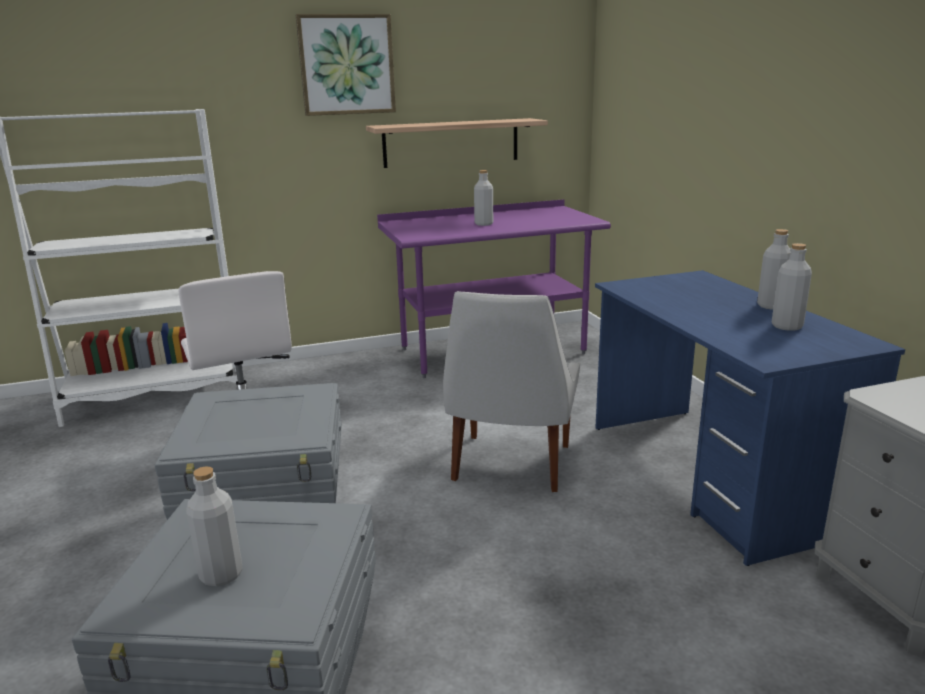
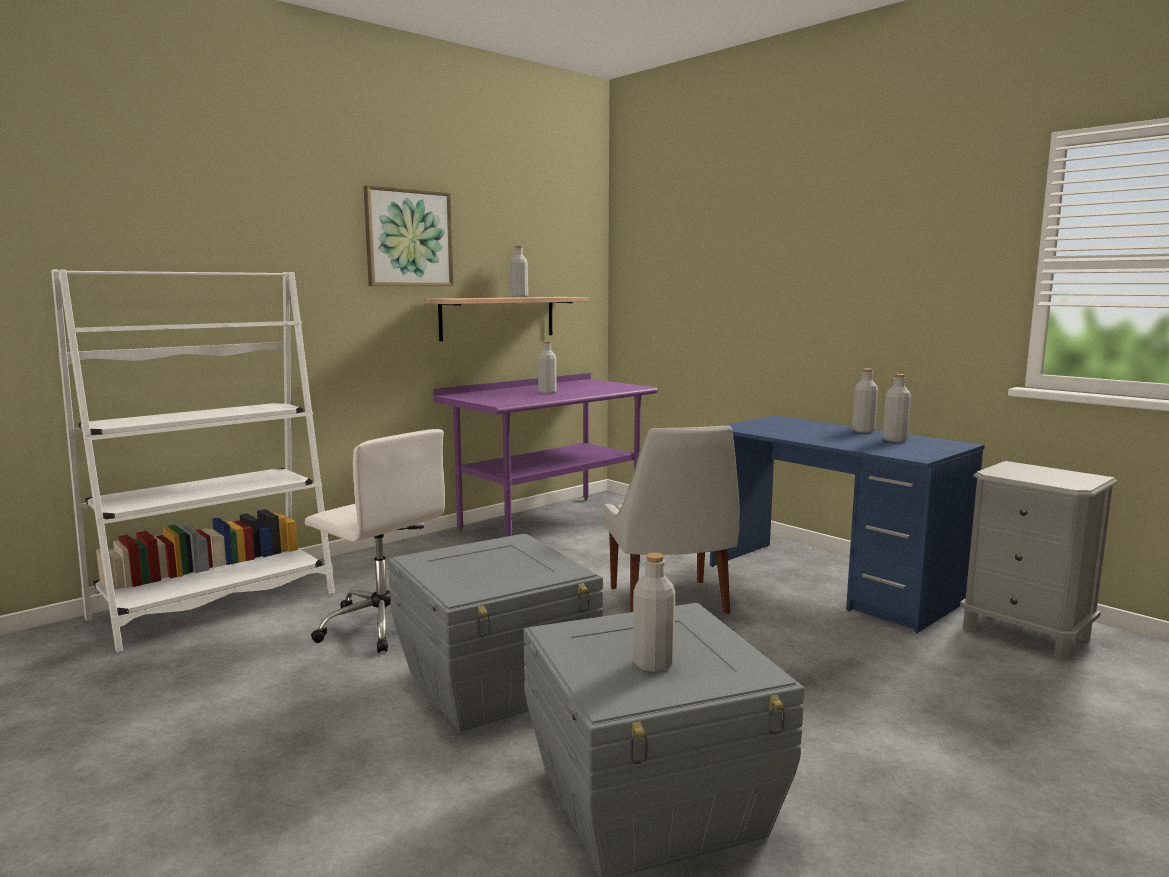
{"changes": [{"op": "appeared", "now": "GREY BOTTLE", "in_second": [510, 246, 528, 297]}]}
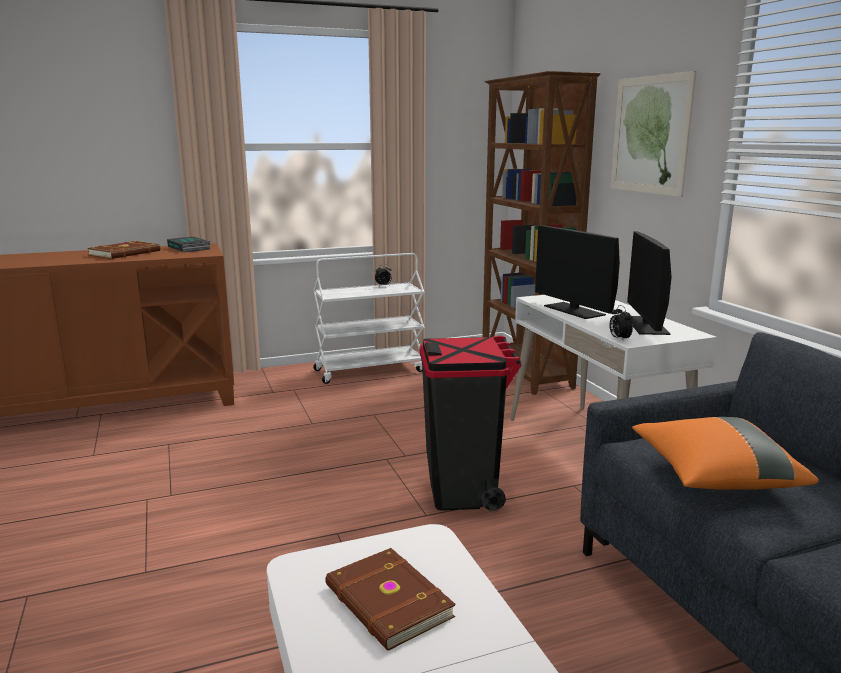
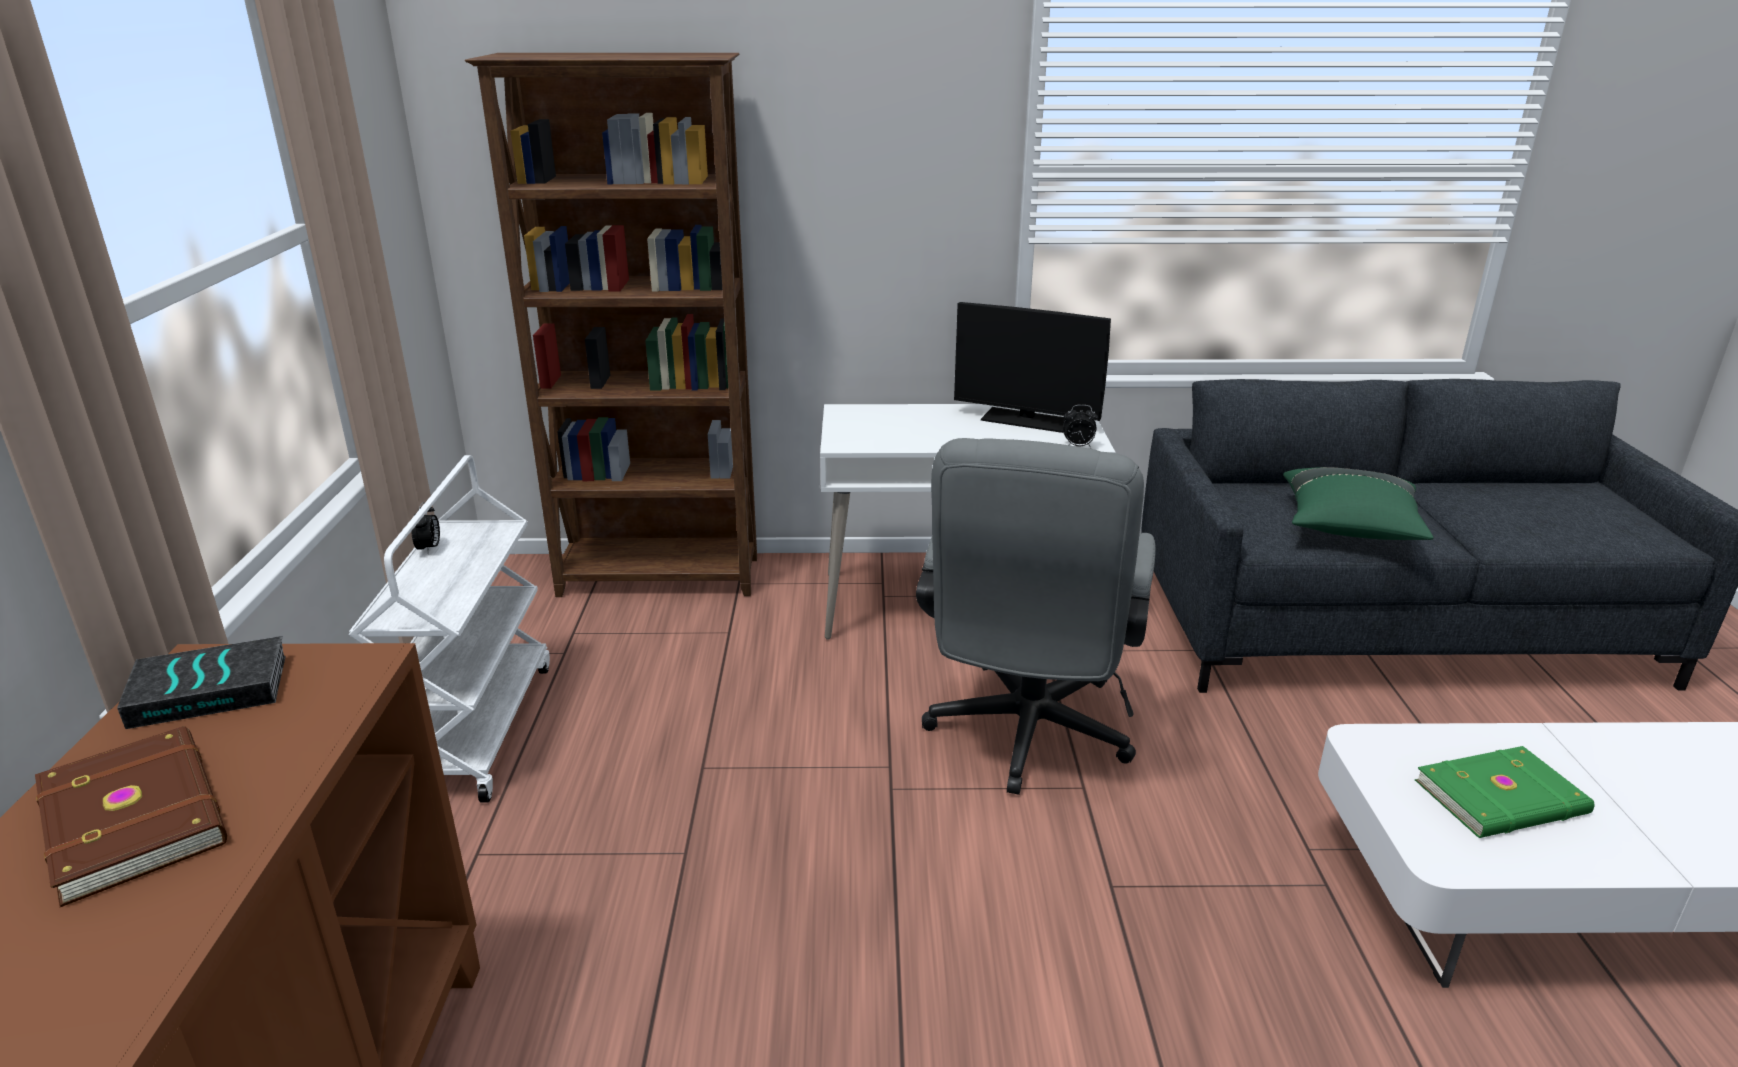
{"changes": [{"op": "missing", "was": "PICTURE", "in_first": [610, 71, 697, 197]}, {"op": "missing", "was": "MONITOR", "in_first": [535, 225, 620, 319]}, {"op": "exchanged", "was": "BLACK TRASH CAN", "now": "GREY OFFICE CHAIR", "in_first": [419, 336, 522, 511], "in_second": [916, 438, 1156, 795]}, {"op": "colour", "was": "ORANGE PILLOW", "now": "GREEN PILLOW", "in_first": [632, 417, 819, 490], "in_second": [1283, 467, 1434, 540]}, {"op": "colour", "was": "BROWN BOOK", "now": "GREEN BOOK", "in_first": [325, 548, 456, 651], "in_second": [1415, 746, 1594, 838]}]}
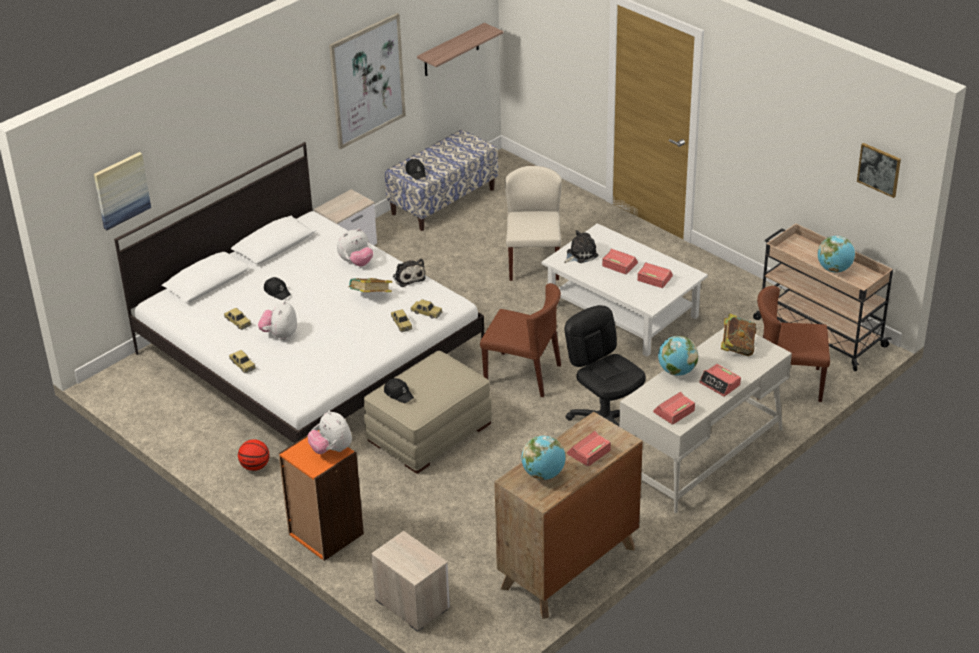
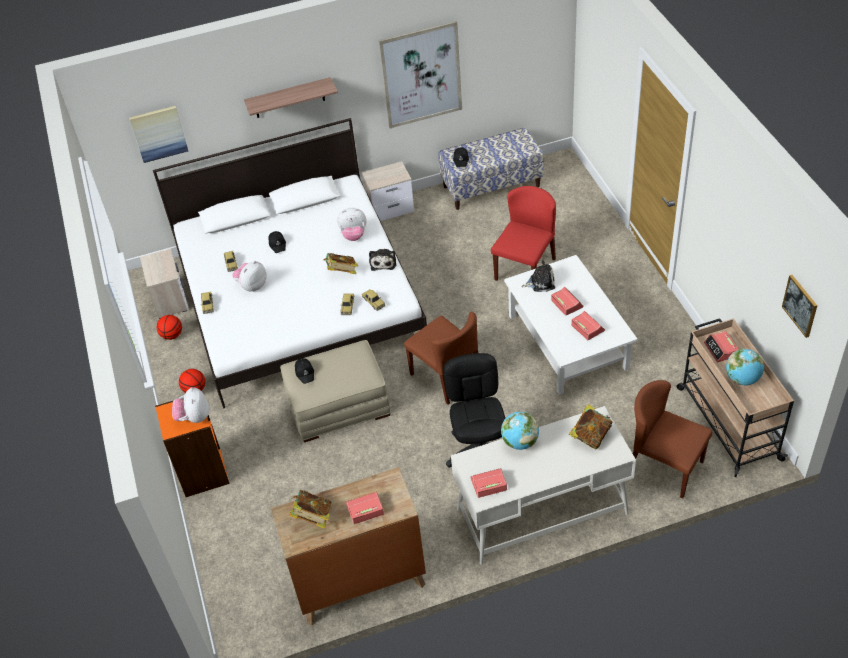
{"changes": [{"op": "relocated", "was": "SHELF", "in_first": [417, 23, 504, 76], "in_second": [244, 77, 338, 118]}, {"op": "colour", "was": "BEIGE CHAIR", "now": "RED CHAIR", "in_first": [505, 166, 562, 281], "in_second": [491, 186, 556, 281]}, {"op": "relocated", "was": "ALARM CLOCK", "in_first": [699, 364, 741, 397], "in_second": [704, 331, 739, 362]}, {"op": "exchanged", "was": "GLOBE", "now": "BOOK", "in_first": [521, 436, 565, 480], "in_second": [289, 490, 332, 529]}, {"op": "relocated", "was": "NIGHTSTAND", "in_first": [371, 531, 450, 632], "in_second": [140, 249, 189, 319]}, {"op": "appeared", "now": "BASKETBALL", "in_second": [157, 315, 182, 340]}]}
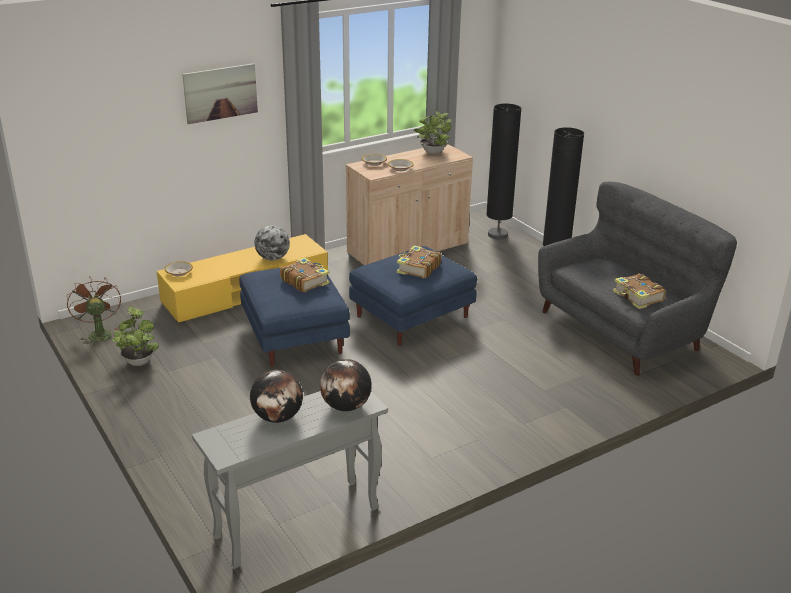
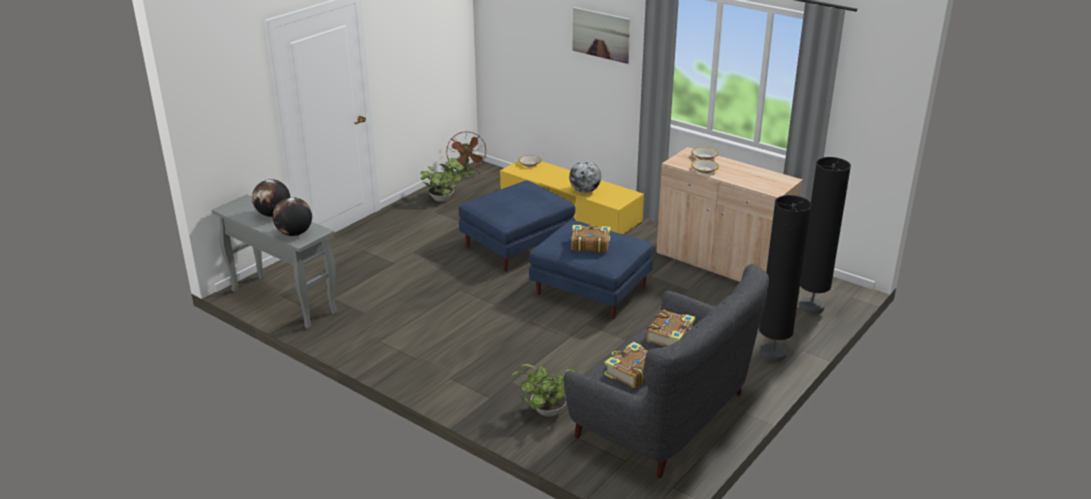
{"changes": [{"op": "relocated", "was": "POTTED PLANT", "in_first": [414, 111, 452, 154], "in_second": [511, 364, 578, 417]}, {"op": "relocated", "was": "BOOK", "in_first": [280, 257, 330, 292], "in_second": [646, 310, 696, 346]}, {"op": "spun", "was": "BROWN FAN", "in_first": [67, 278, 121, 346], "in_second": [446, 131, 486, 178], "clockwise": 120}]}
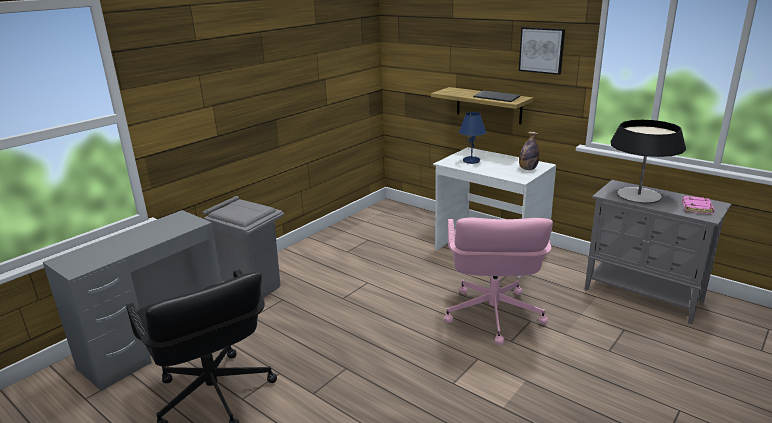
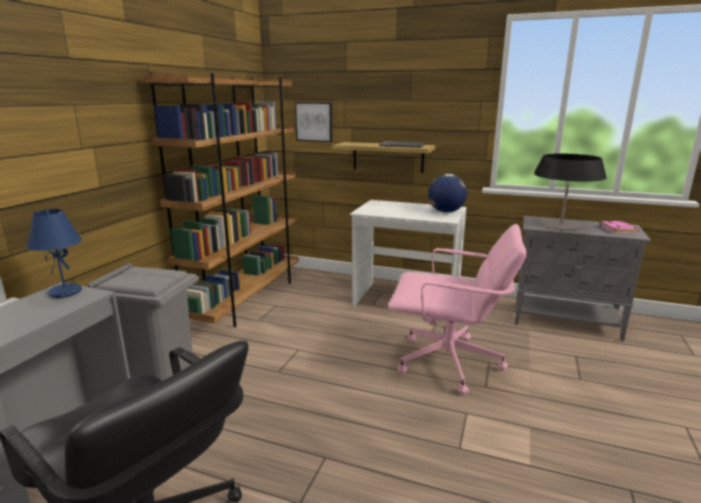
{"changes": [{"op": "relocated", "was": "PICTURE", "in_first": [519, 27, 565, 75], "in_second": [295, 102, 332, 142]}, {"op": "relocated", "was": "BLUE TABLE LAMP", "in_first": [459, 112, 486, 164], "in_second": [26, 209, 82, 298]}, {"op": "exchanged", "was": "BOTTLE", "now": "GLOBE", "in_first": [519, 132, 539, 170], "in_second": [428, 174, 467, 213]}, {"op": "spun", "was": "PINK OFFICE CHAIR", "in_first": [444, 217, 553, 345], "in_second": [388, 224, 527, 394], "clockwise": -60}, {"op": "appeared", "now": "BROWN BOOKCASE", "in_second": [143, 73, 299, 327]}]}
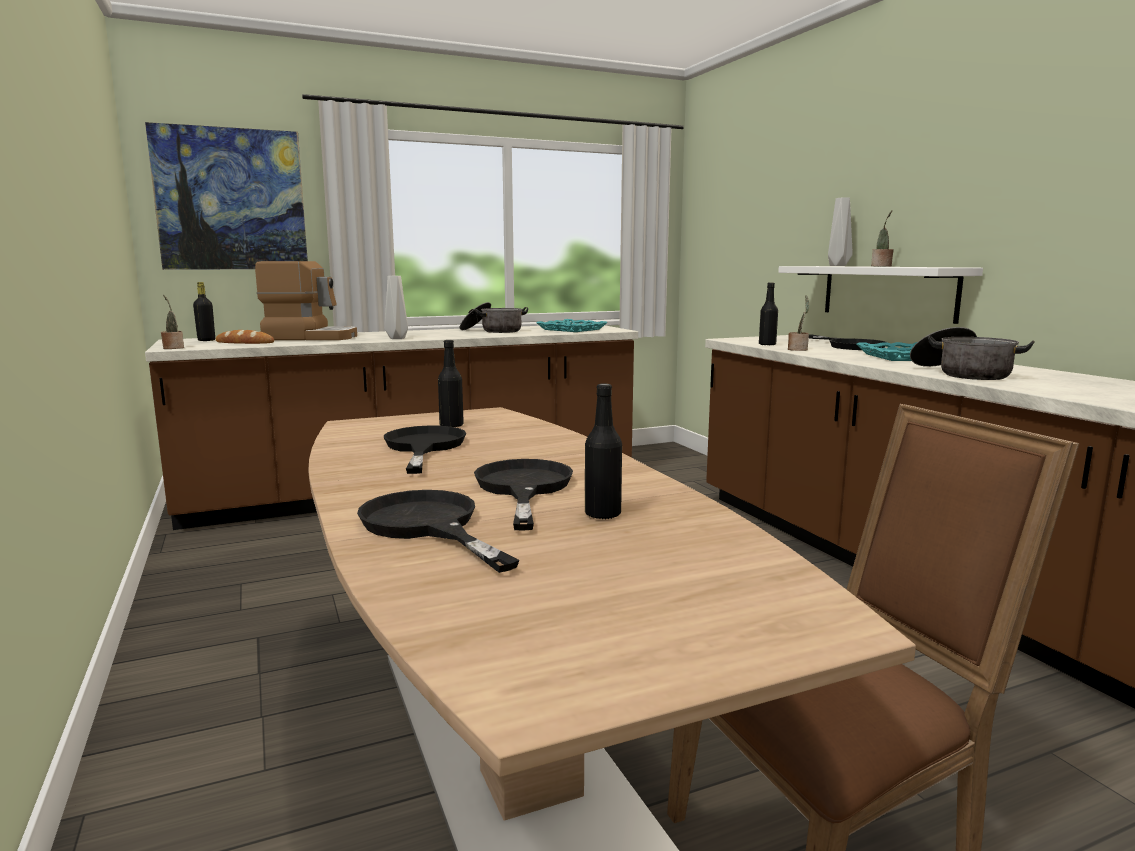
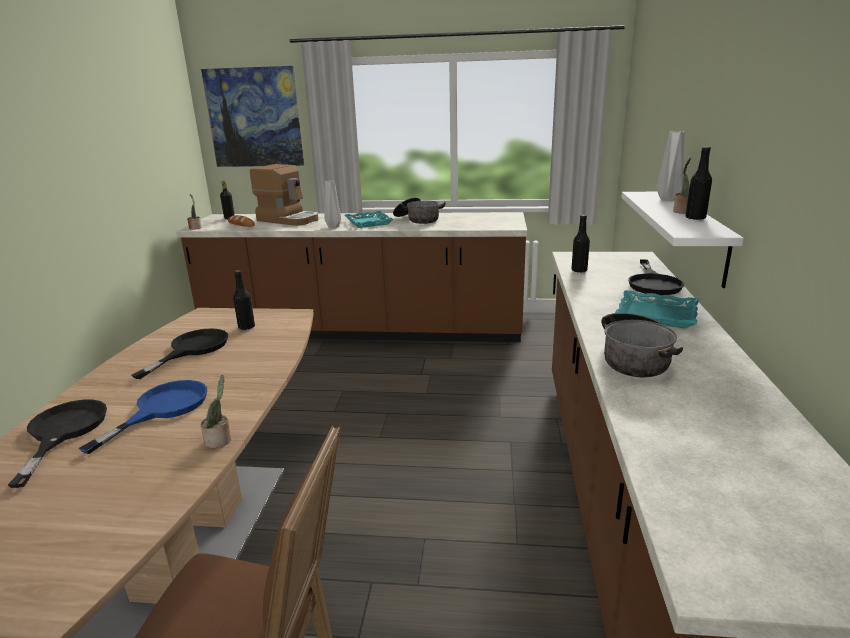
{"changes": [{"op": "relocated", "was": "POTTED PLANT", "in_first": [788, 295, 809, 351], "in_second": [200, 375, 231, 448]}, {"op": "relocated", "was": "TURQUOISE TRAY", "in_first": [536, 319, 608, 332], "in_second": [345, 211, 393, 228]}, {"op": "relocated", "was": "BLACK BOTTLE", "in_first": [585, 384, 622, 520], "in_second": [686, 147, 712, 220]}, {"op": "colour", "was": "BLACK FRYING PAN", "now": "BLUE FRYING PAN", "in_first": [474, 459, 573, 531], "in_second": [78, 380, 207, 454]}]}
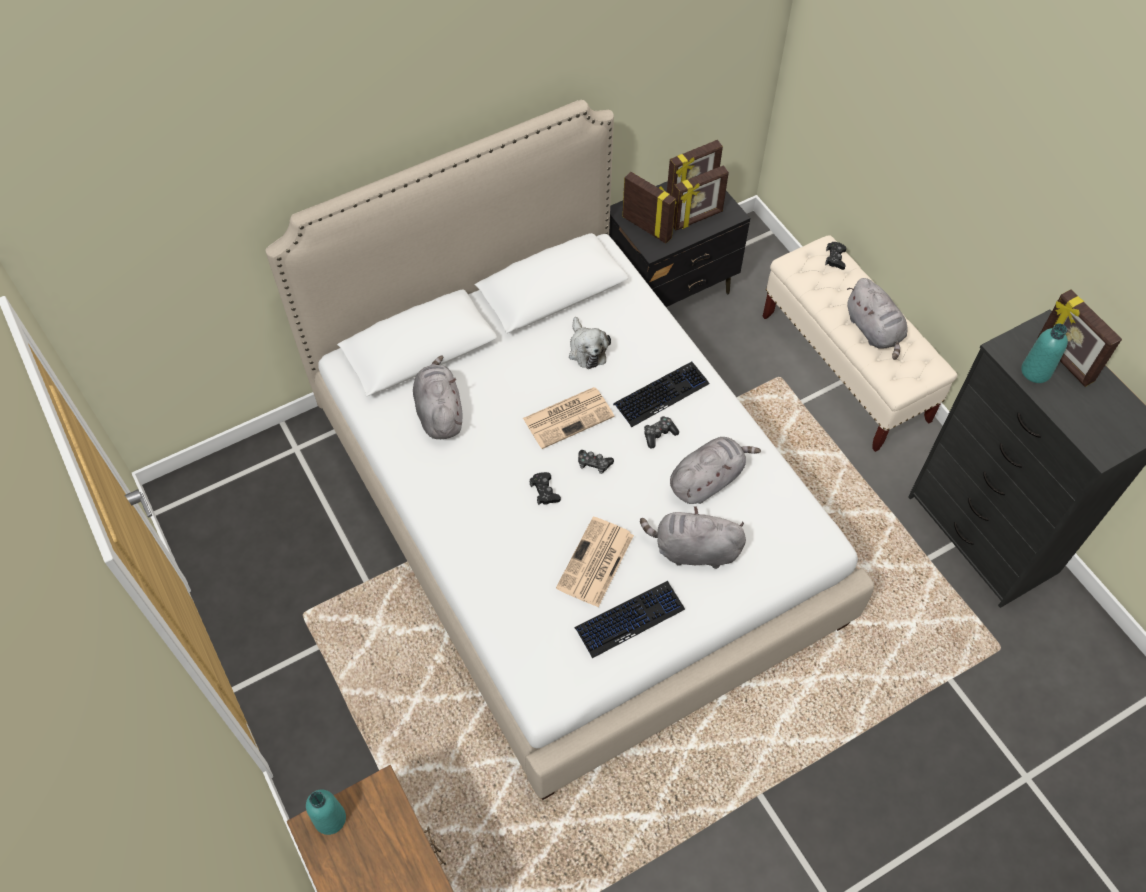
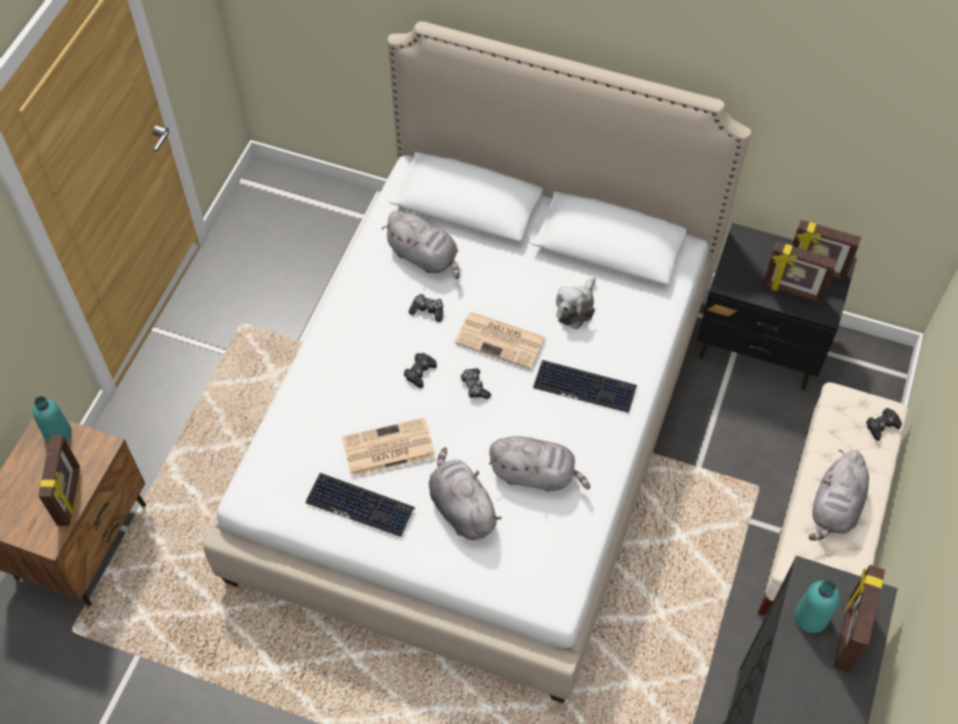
{"changes": [{"op": "relocated", "was": "PICTURE FRAME", "in_first": [622, 172, 676, 243], "in_second": [38, 435, 80, 526]}, {"op": "spun", "was": "GREY PLUSH TOY", "in_first": [413, 355, 462, 439], "in_second": [382, 211, 460, 279], "clockwise": 90}, {"op": "relocated", "was": "GAME CONTROLLER", "in_first": [644, 416, 679, 449], "in_second": [409, 294, 443, 322]}]}
